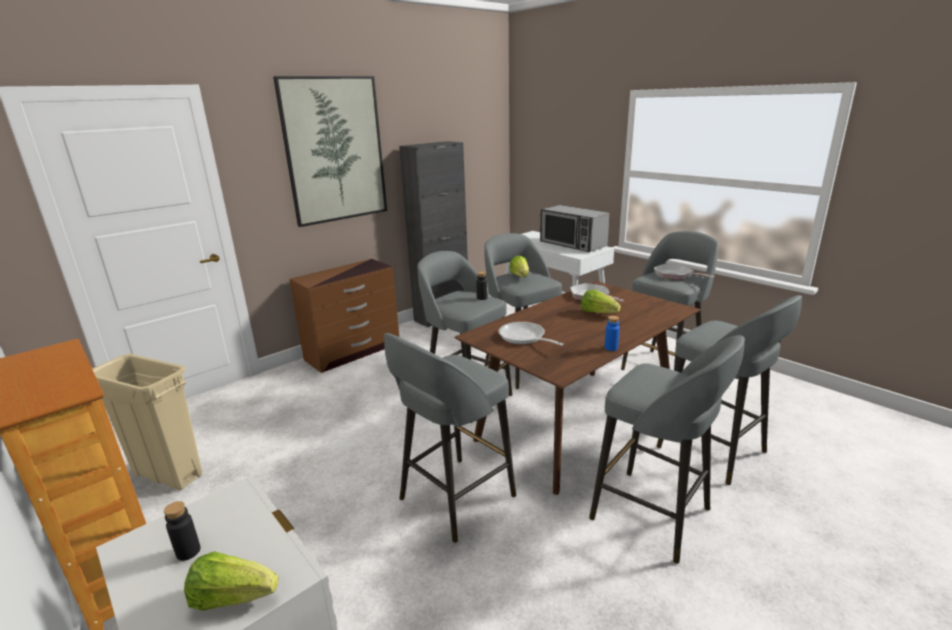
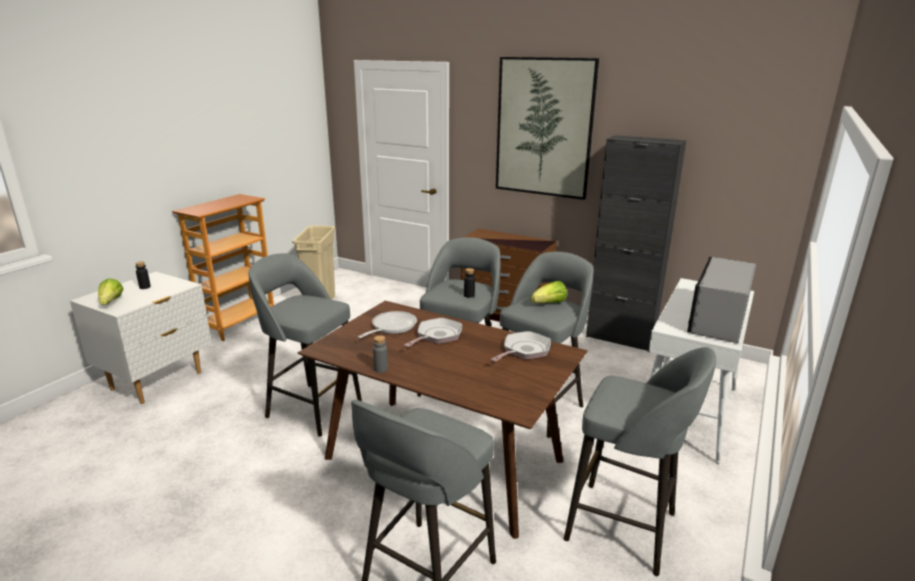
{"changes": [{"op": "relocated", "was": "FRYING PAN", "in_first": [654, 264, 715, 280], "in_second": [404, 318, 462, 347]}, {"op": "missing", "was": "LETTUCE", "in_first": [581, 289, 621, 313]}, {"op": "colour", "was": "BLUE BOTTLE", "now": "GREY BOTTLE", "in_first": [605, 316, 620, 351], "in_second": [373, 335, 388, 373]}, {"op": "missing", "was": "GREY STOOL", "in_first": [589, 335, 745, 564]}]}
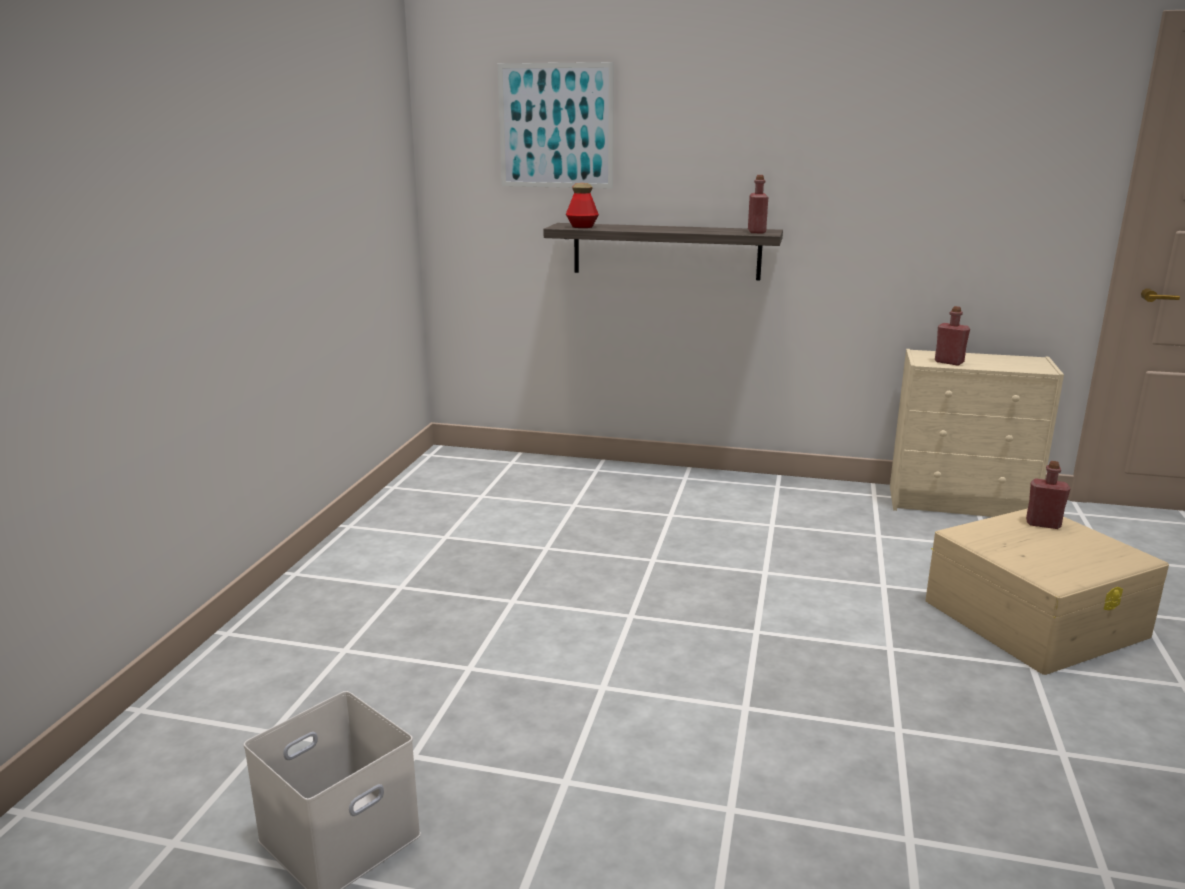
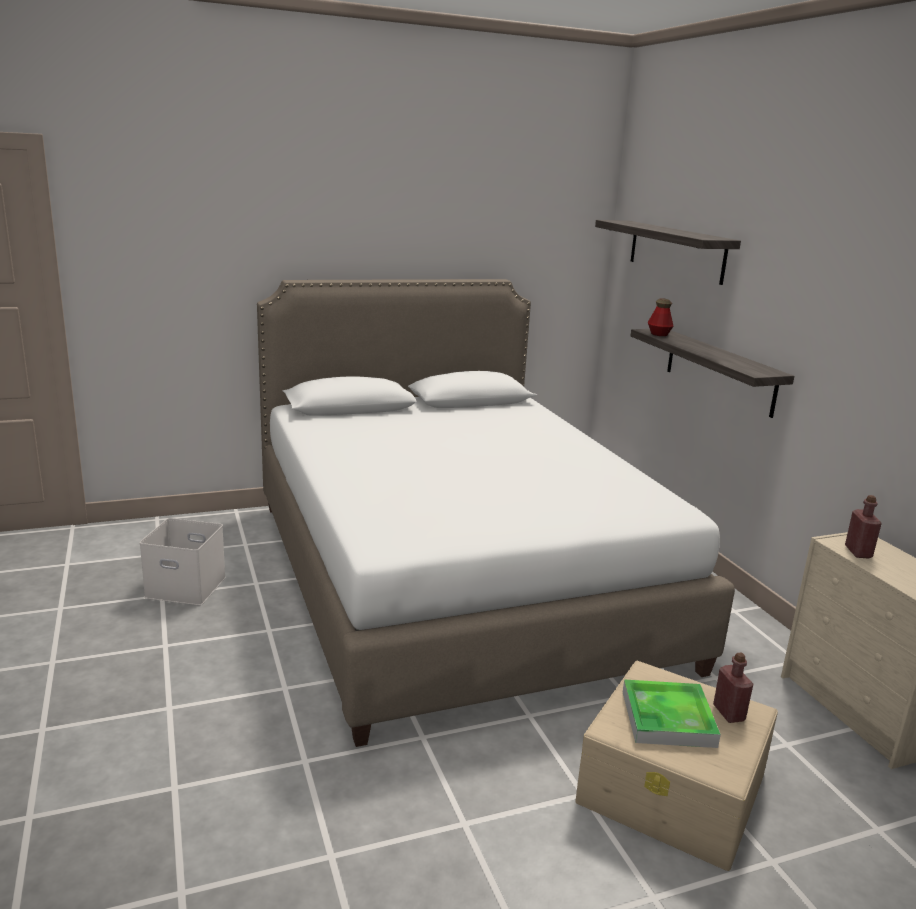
{"changes": [{"op": "exchanged", "was": "PICTURE", "now": "SHELF", "in_first": [498, 62, 614, 189], "in_second": [595, 220, 741, 285]}, {"op": "missing", "was": "RED BOTTLE", "in_first": [748, 175, 768, 233]}, {"op": "appeared", "now": "WHITE BED", "in_second": [257, 279, 735, 747]}, {"op": "appeared", "now": "TRAY", "in_second": [623, 679, 721, 748]}]}
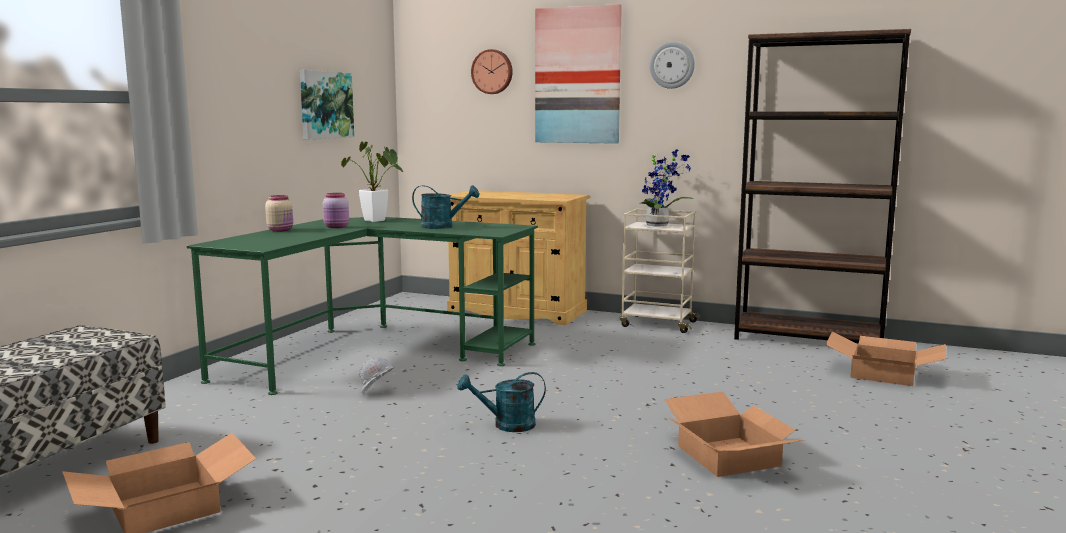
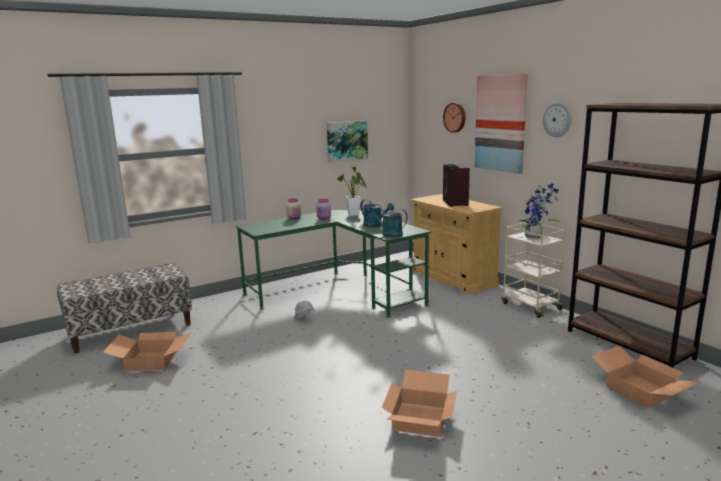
{"changes": [{"op": "relocated", "was": "TURQUOISE WATERING CAN", "in_first": [458, 372, 546, 432], "in_second": [366, 206, 408, 237]}, {"op": "appeared", "now": "RADIO", "in_second": [443, 164, 470, 207]}]}
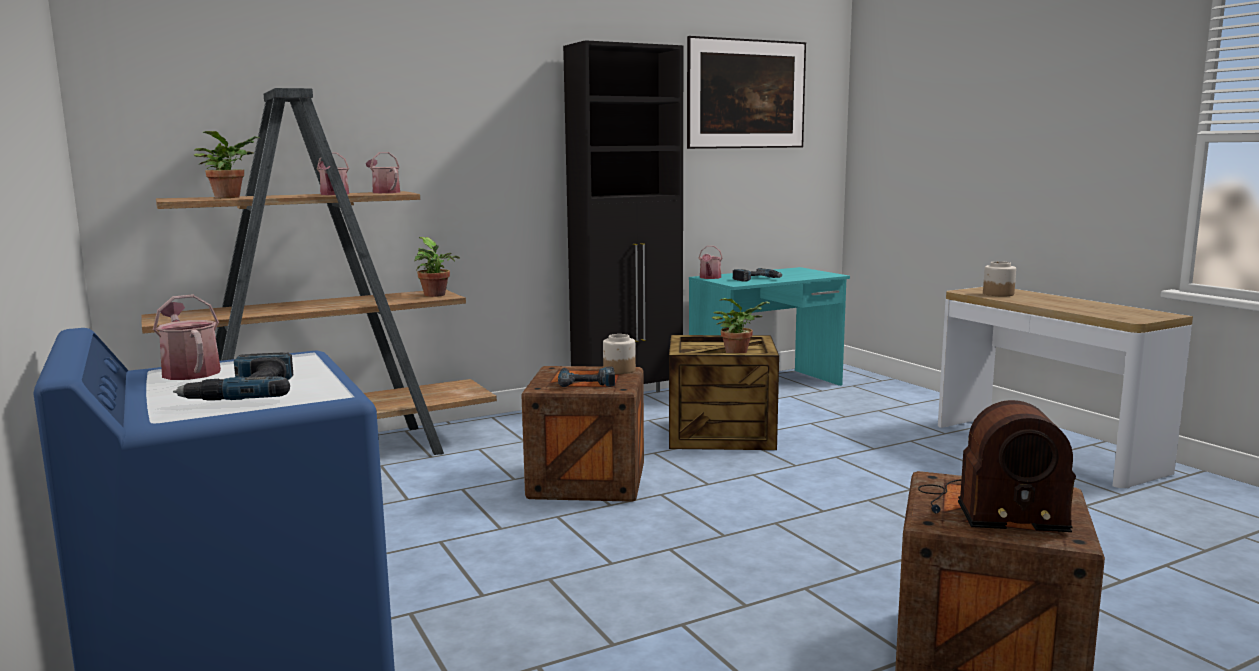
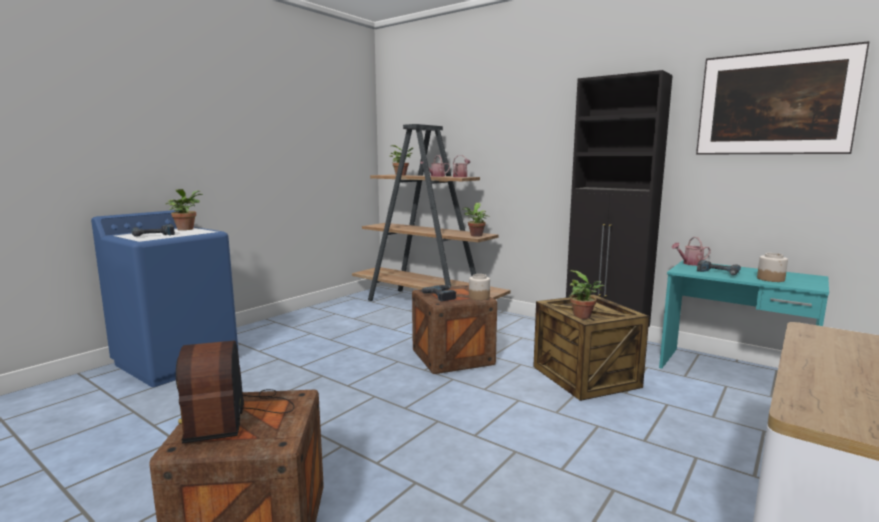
{"changes": [{"op": "relocated", "was": "JAR", "in_first": [983, 261, 1016, 296], "in_second": [757, 253, 788, 282]}, {"op": "exchanged", "was": "WATERING CAN", "now": "POTTED PLANT", "in_first": [153, 294, 221, 380], "in_second": [166, 189, 203, 230]}]}
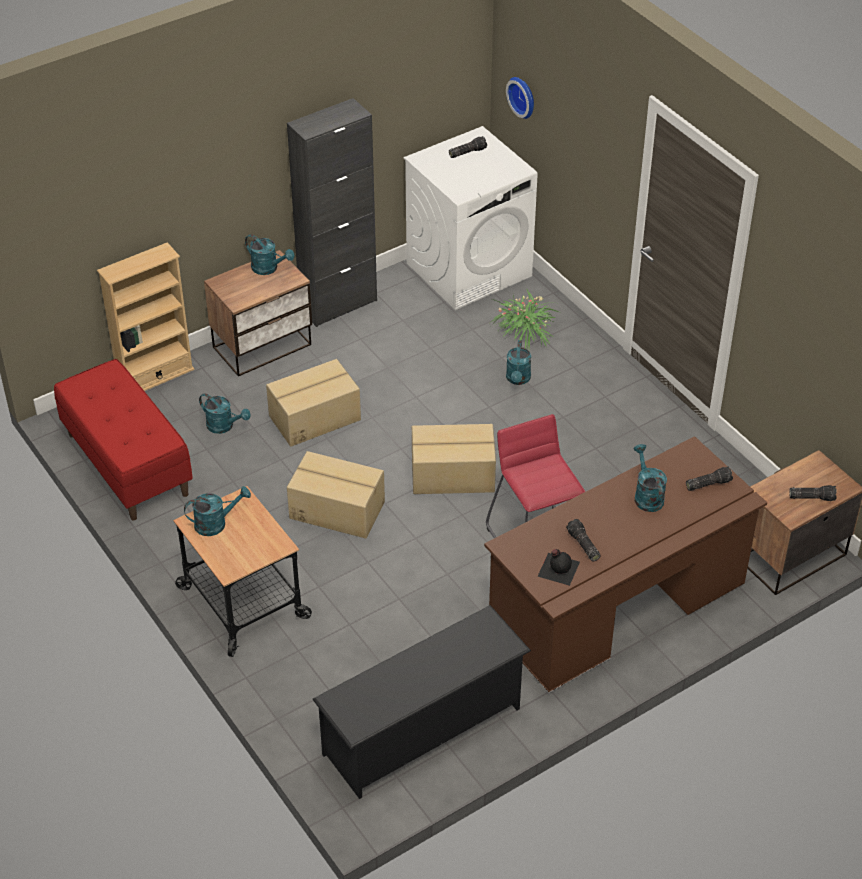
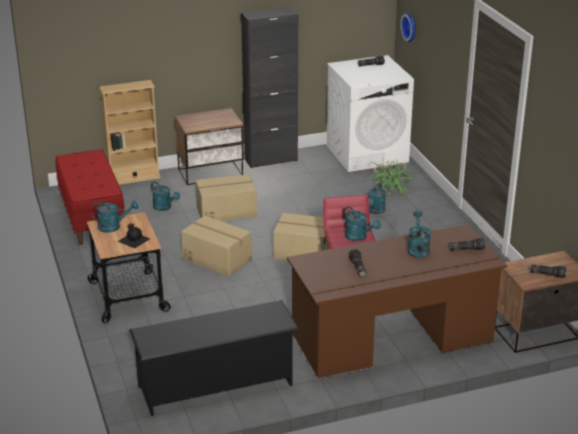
{"changes": [{"op": "relocated", "was": "TURQUOISE WATERING CAN", "in_first": [245, 234, 294, 275], "in_second": [343, 206, 381, 241]}, {"op": "relocated", "was": "BLACK BOTTLE", "in_first": [538, 549, 580, 586], "in_second": [118, 223, 150, 249]}]}
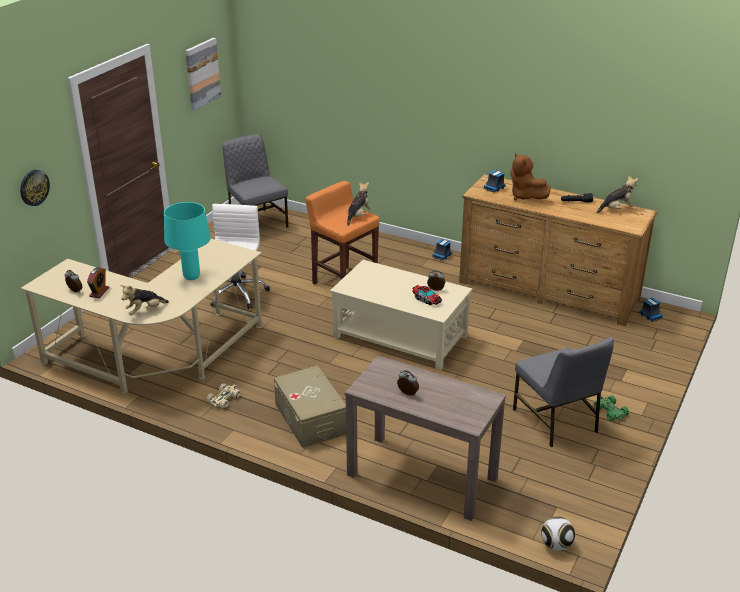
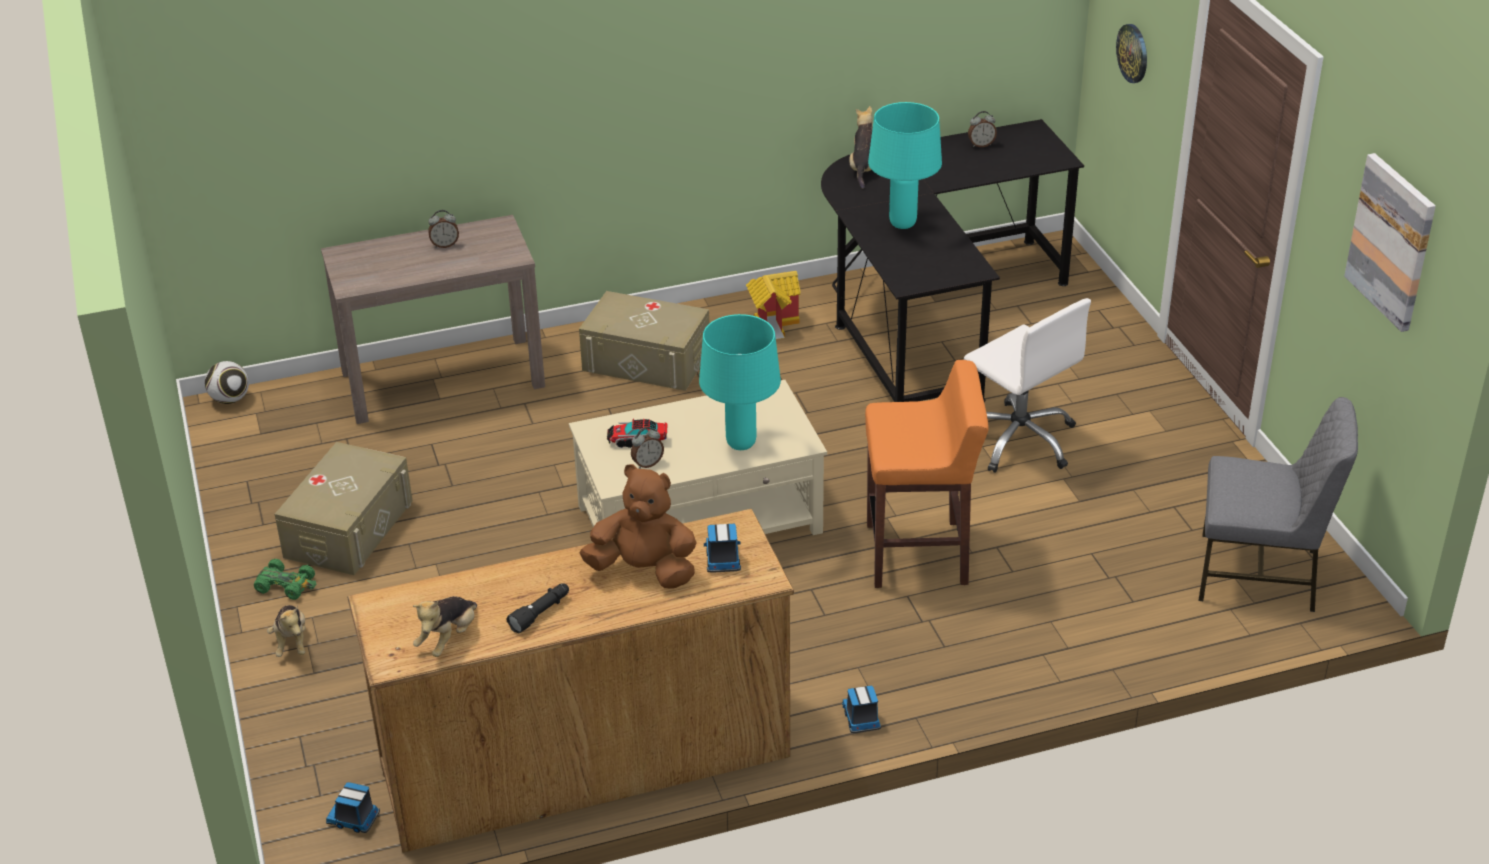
{"changes": [{"op": "relocated", "was": "PLUSH TOY", "in_first": [347, 182, 372, 226], "in_second": [267, 605, 306, 657]}, {"op": "colour", "was": "BEIGE DESK", "now": "BLACK DESK", "in_first": [21, 239, 262, 394], "in_second": [821, 119, 1084, 402]}, {"op": "missing", "was": "ALARM CLOCK", "in_first": [87, 267, 109, 298]}, {"op": "exchanged", "was": "GREY CHAIR", "now": "BEIGE STORAGE BOX", "in_first": [513, 337, 614, 447], "in_second": [275, 442, 412, 575]}, {"op": "exchanged", "was": "BEIGE TOY CAR", "now": "TOY HOUSE", "in_first": [206, 383, 241, 409], "in_second": [746, 271, 801, 339]}, {"op": "appeared", "now": "TURQUOISE TABLE LAMP", "in_second": [699, 314, 781, 450]}]}
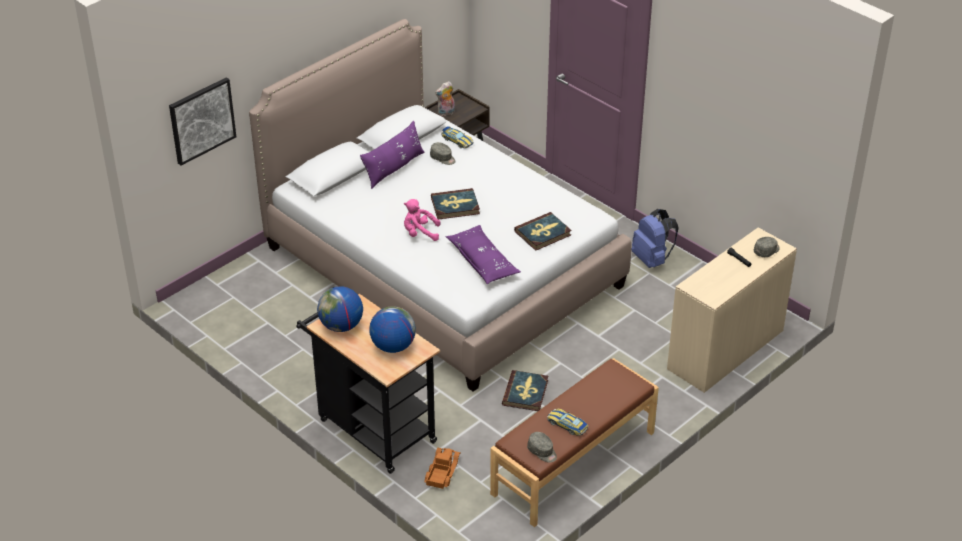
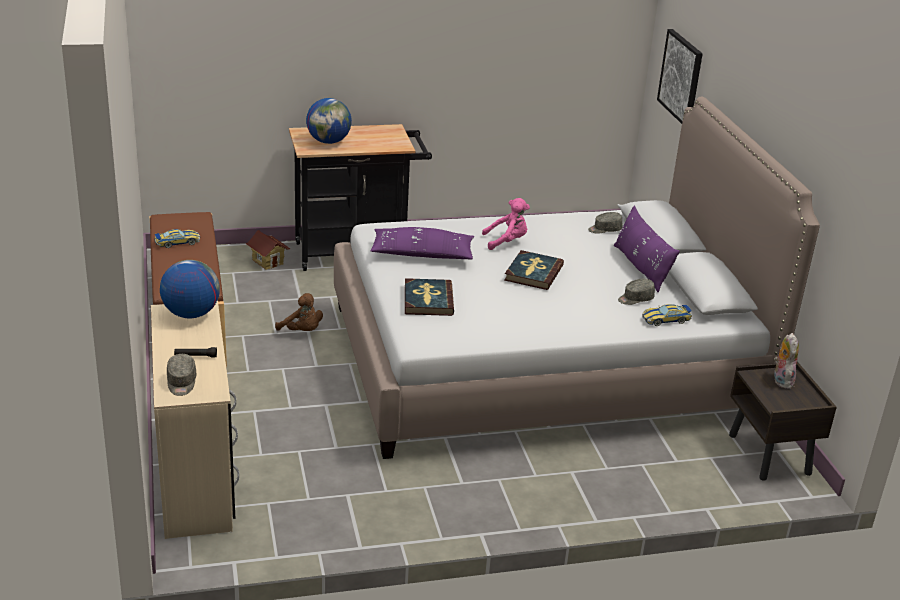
{"changes": [{"op": "spun", "was": "PINK PLUSH TOY", "in_first": [404, 199, 440, 241], "in_second": [482, 198, 530, 250], "clockwise": 45}, {"op": "missing", "was": "BLUE BACKPACK", "in_first": [632, 209, 679, 268]}, {"op": "relocated", "was": "GLOBE", "in_first": [317, 286, 363, 332], "in_second": [160, 260, 220, 318]}, {"op": "exchanged", "was": "BOOK", "now": "BROWN PLUSH TOY", "in_first": [502, 370, 548, 411], "in_second": [275, 293, 323, 331]}, {"op": "relocated", "was": "GREY CAP", "in_first": [527, 432, 557, 463], "in_second": [588, 212, 622, 234]}, {"op": "exchanged", "was": "TOY TRUCK", "now": "TOY HOUSE", "in_first": [424, 448, 461, 489], "in_second": [245, 230, 290, 270]}]}
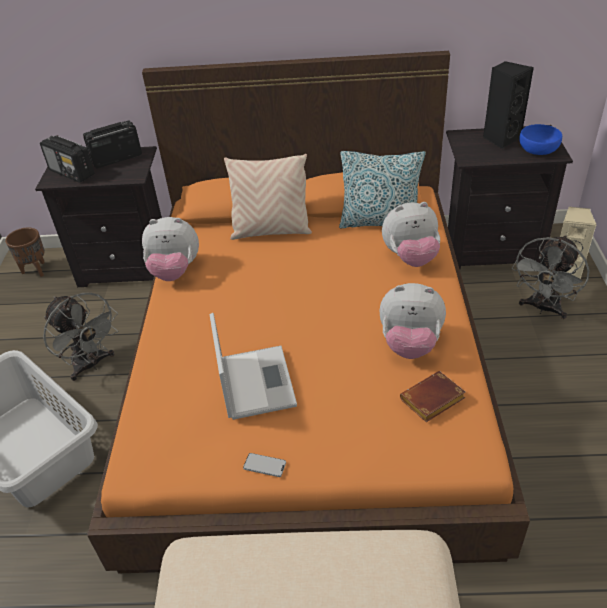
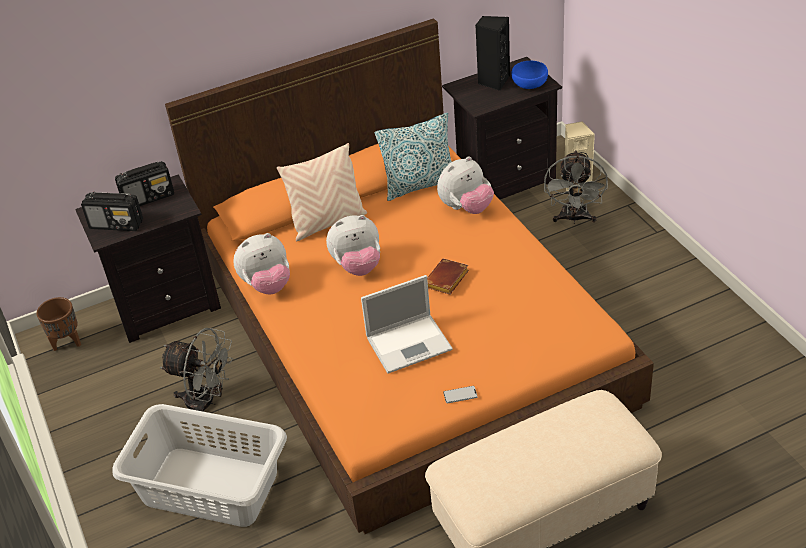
{"changes": [{"op": "spun", "was": "RADIO", "in_first": [83, 121, 142, 168], "in_second": [115, 161, 174, 206], "clockwise": -150}, {"op": "relocated", "was": "PLUSH TOY", "in_first": [379, 283, 446, 359], "in_second": [326, 215, 380, 276]}, {"op": "spun", "was": "LAPTOP", "in_first": [210, 313, 297, 420], "in_second": [361, 275, 453, 374], "clockwise": 105}, {"op": "relocated", "was": "BROWN BOOK", "in_first": [400, 371, 465, 422], "in_second": [427, 258, 469, 295]}]}
